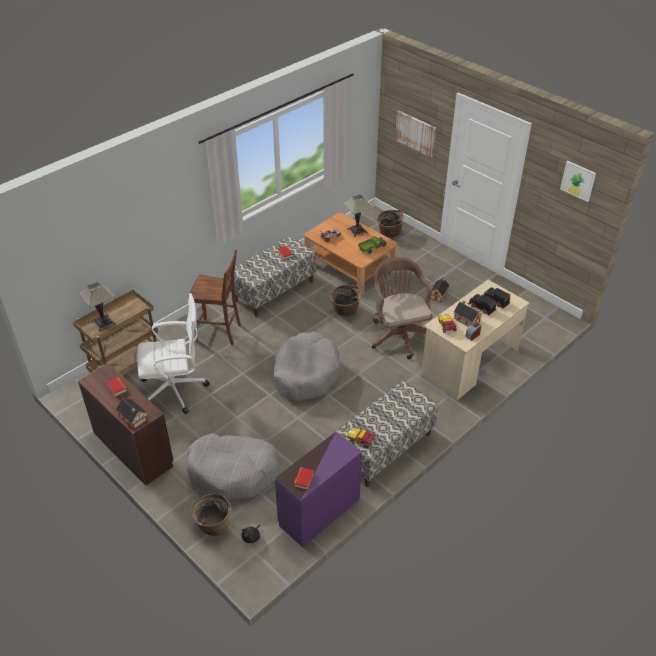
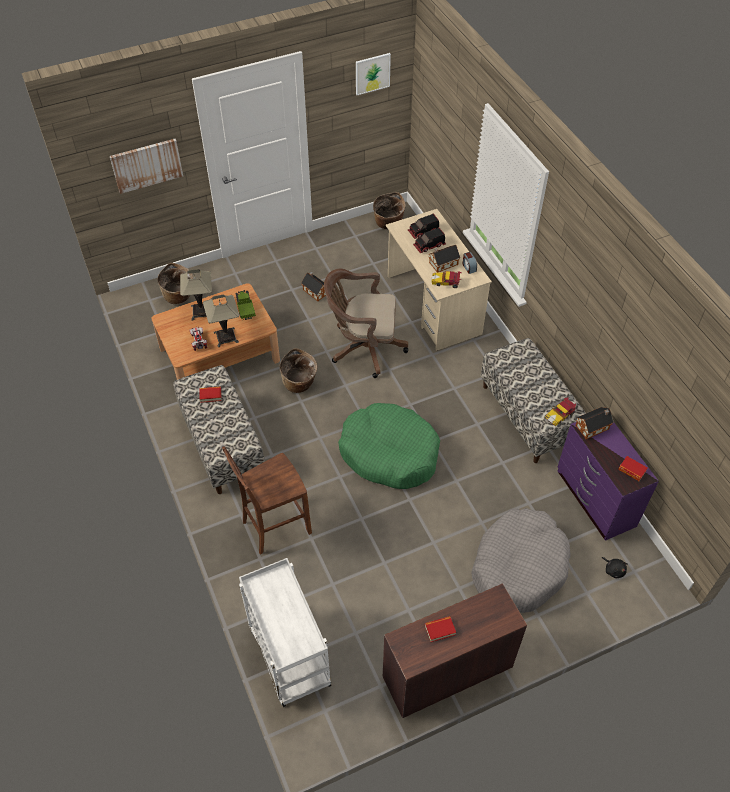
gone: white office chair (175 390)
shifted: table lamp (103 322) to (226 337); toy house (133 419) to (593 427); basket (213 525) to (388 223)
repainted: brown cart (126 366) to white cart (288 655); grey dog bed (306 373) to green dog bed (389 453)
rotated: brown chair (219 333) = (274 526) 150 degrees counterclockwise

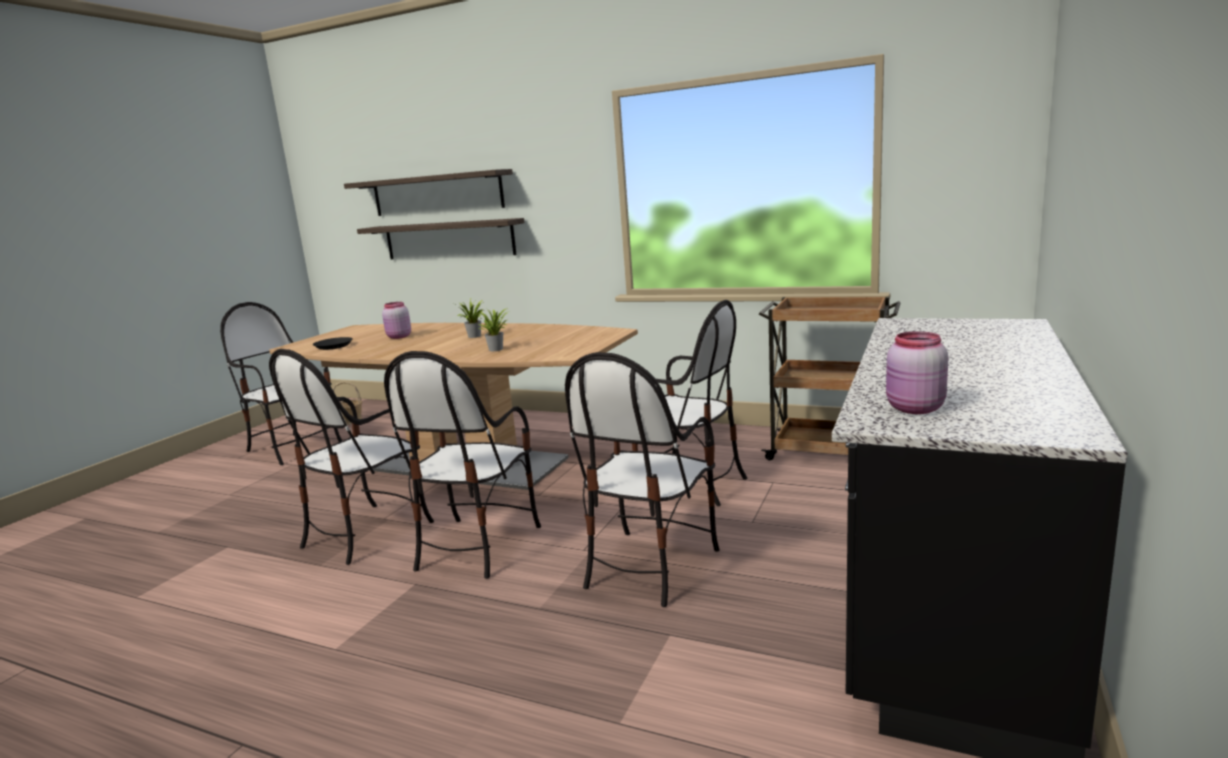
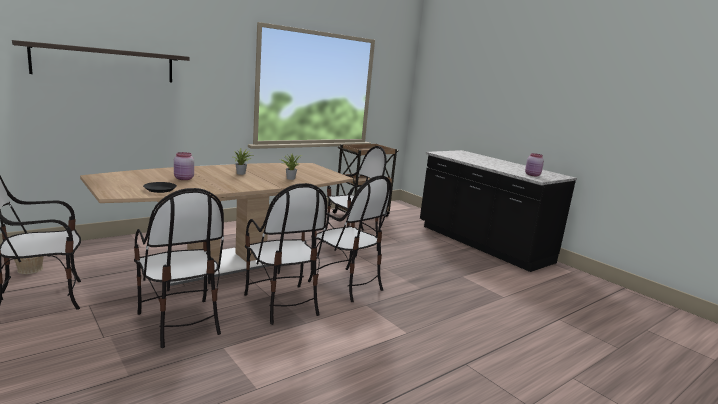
gone: shelf (448 239)
shifted: chair (649 566) to (180 322)

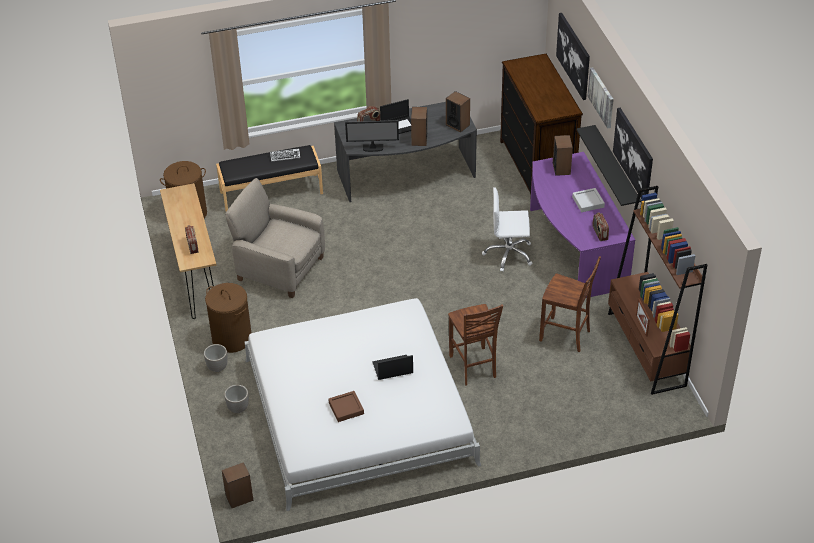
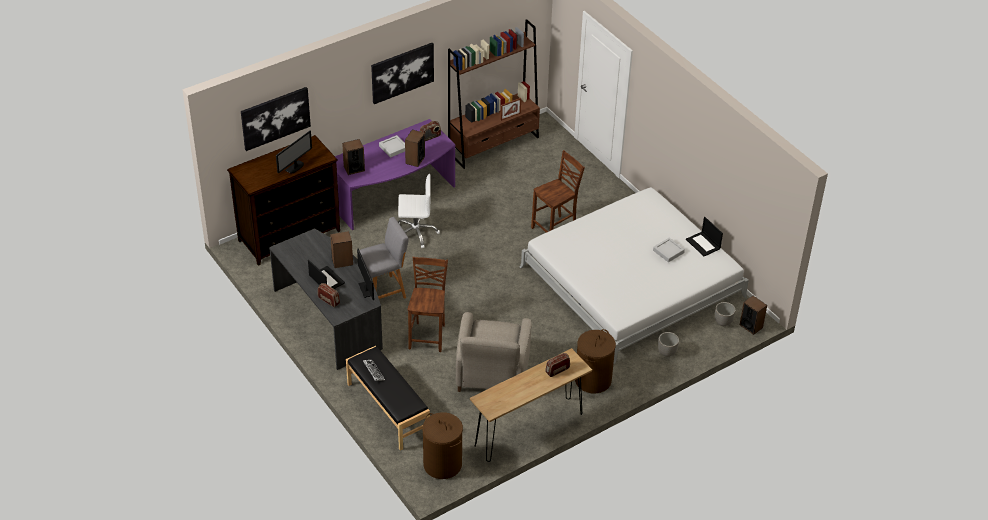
gone: black shelf (616 169); picture (601 97)
new: monitor (295 167); grey stool (384 291)
shifted: planter (217 367) to (723 322); laptop (392 368) to (703 244); speaker (457 125) to (415 160); brown chair (566 336) to (428 336)
repainted: brown tray (346 408) to grey tray (668 251)
rotated: white office chair (508 254) = (416 233) 75 degrees counterclockwise

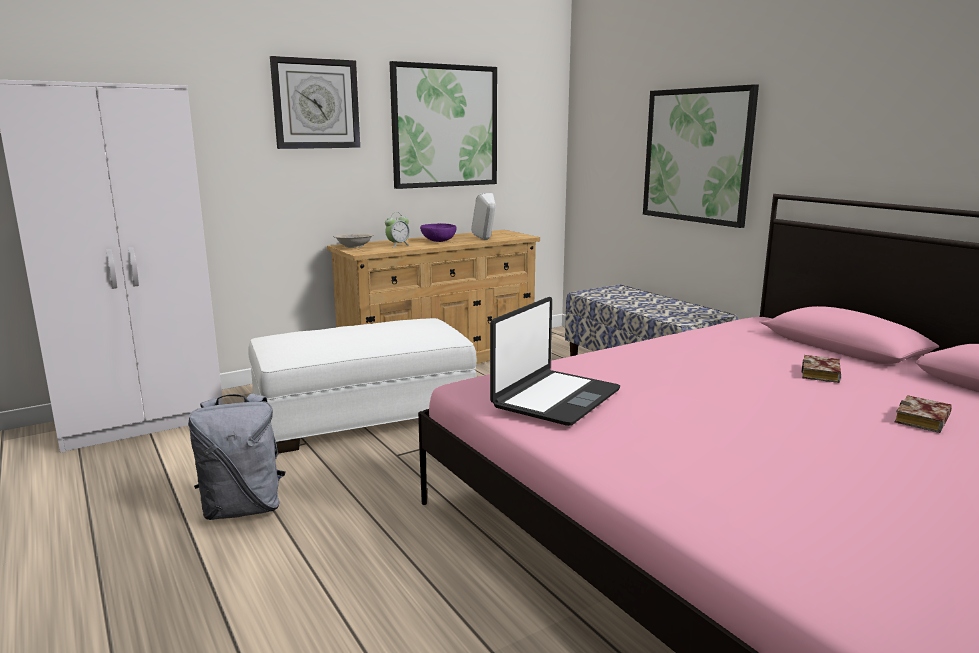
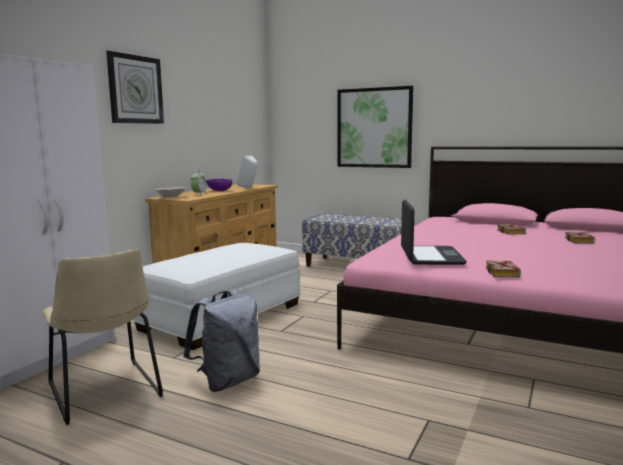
gone: picture (445 126)
new: beige chair (105 392); book (504 273)

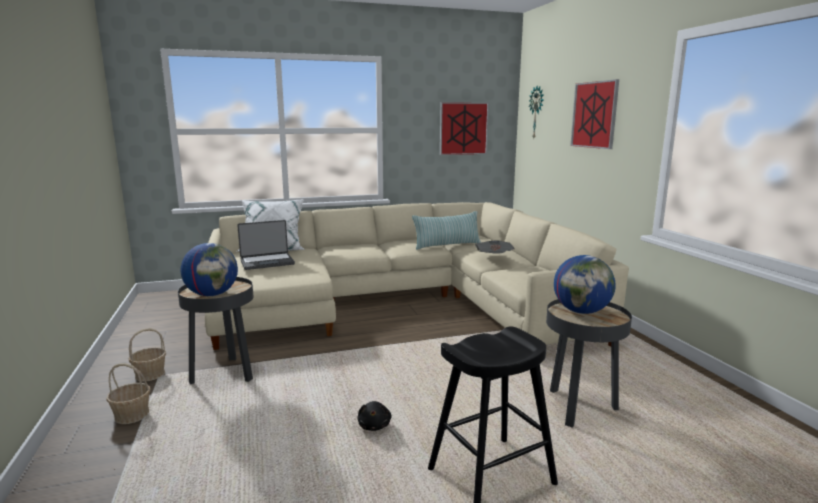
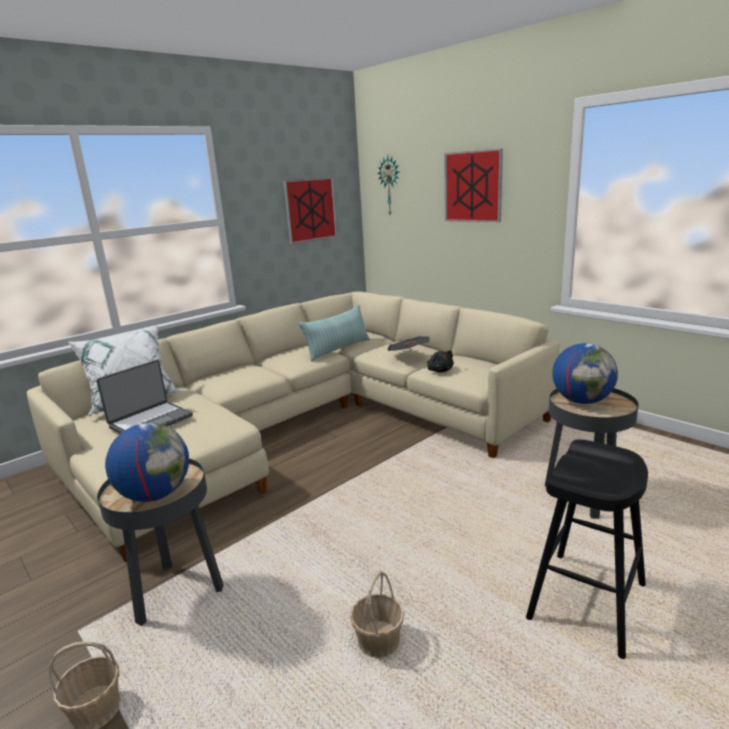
shifted: basket (150 374) to (378 640); black plush toy (374 425) to (439 370)

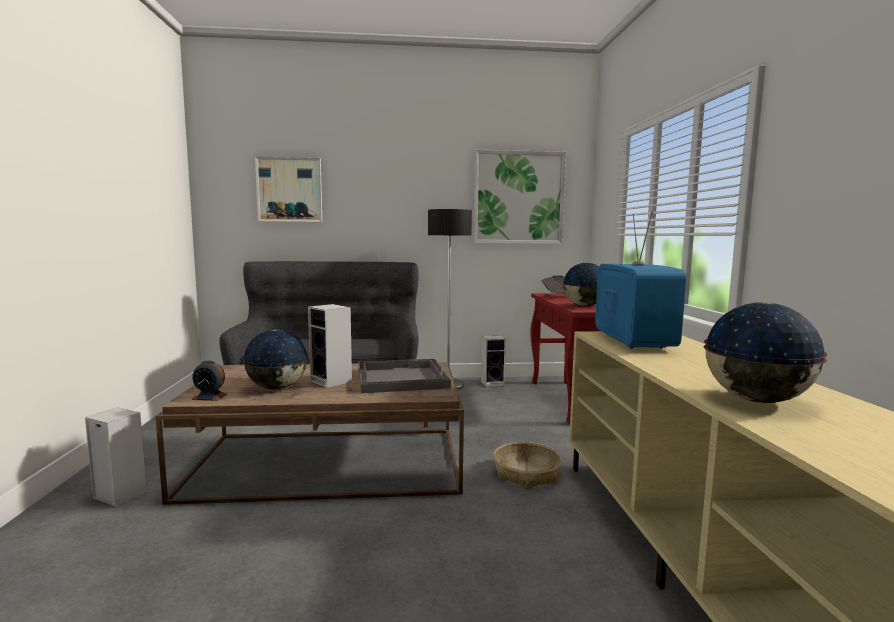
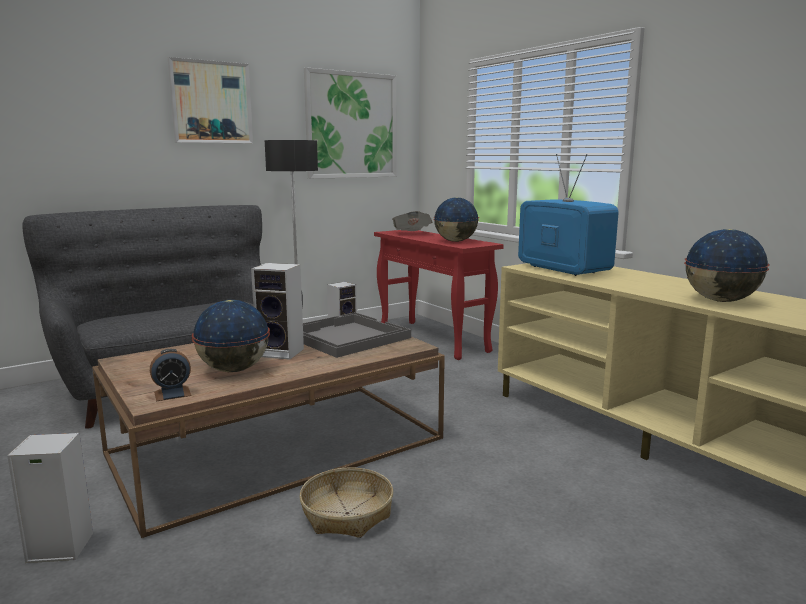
shifted: picture (289 190) to (211 102); basket (526 473) to (346 513)

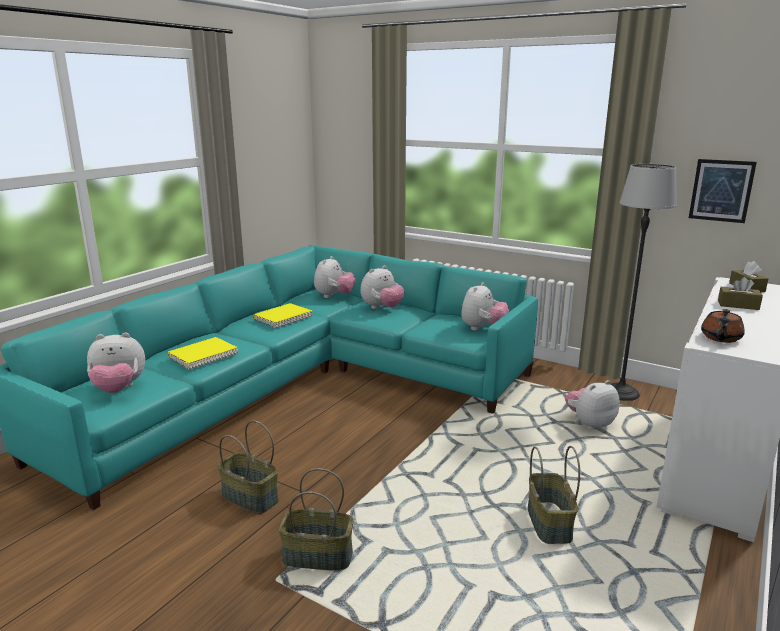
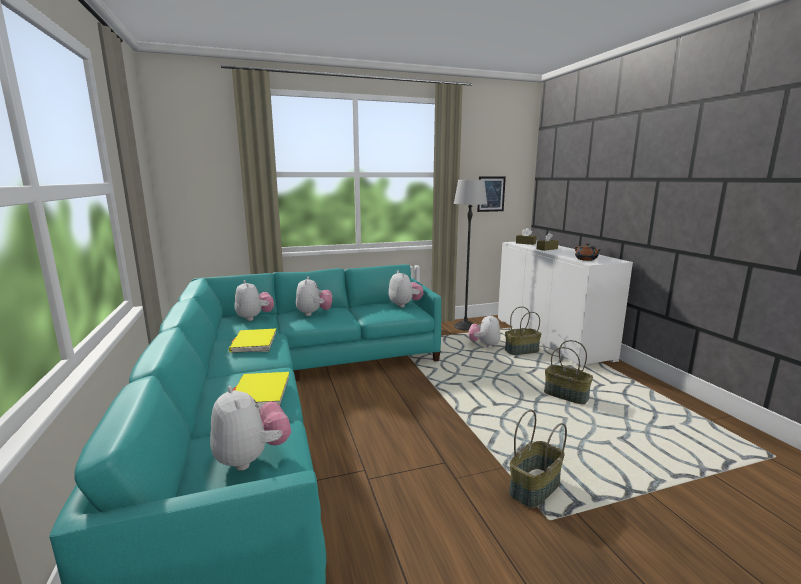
shifted: basket (249 498) to (521 351)
rotated: plush toy (119 389) = (252 458) 60 degrees counterclockwise

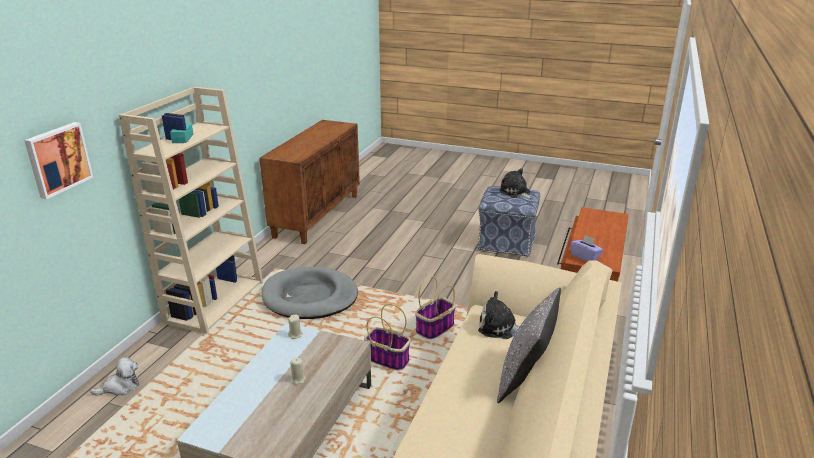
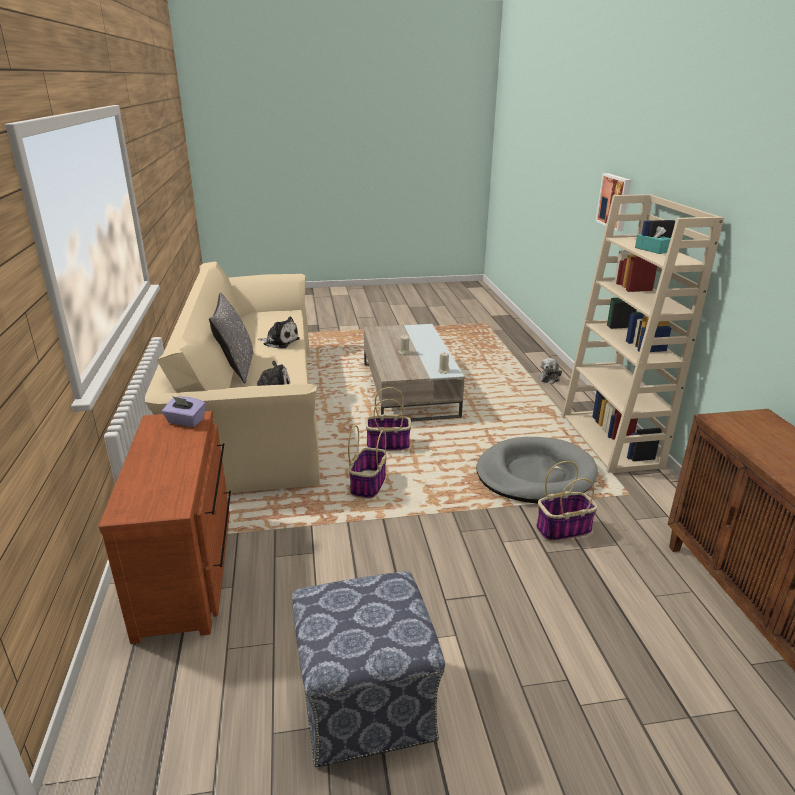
new: basket (564 529)
shifted: plush toy (515 193) to (280 342)

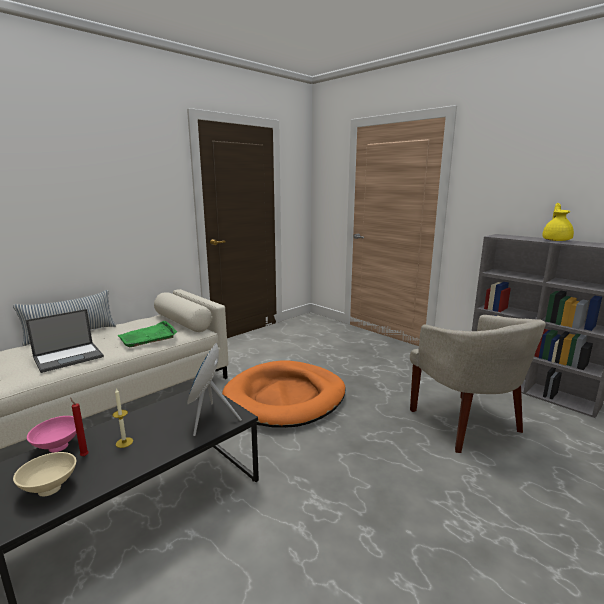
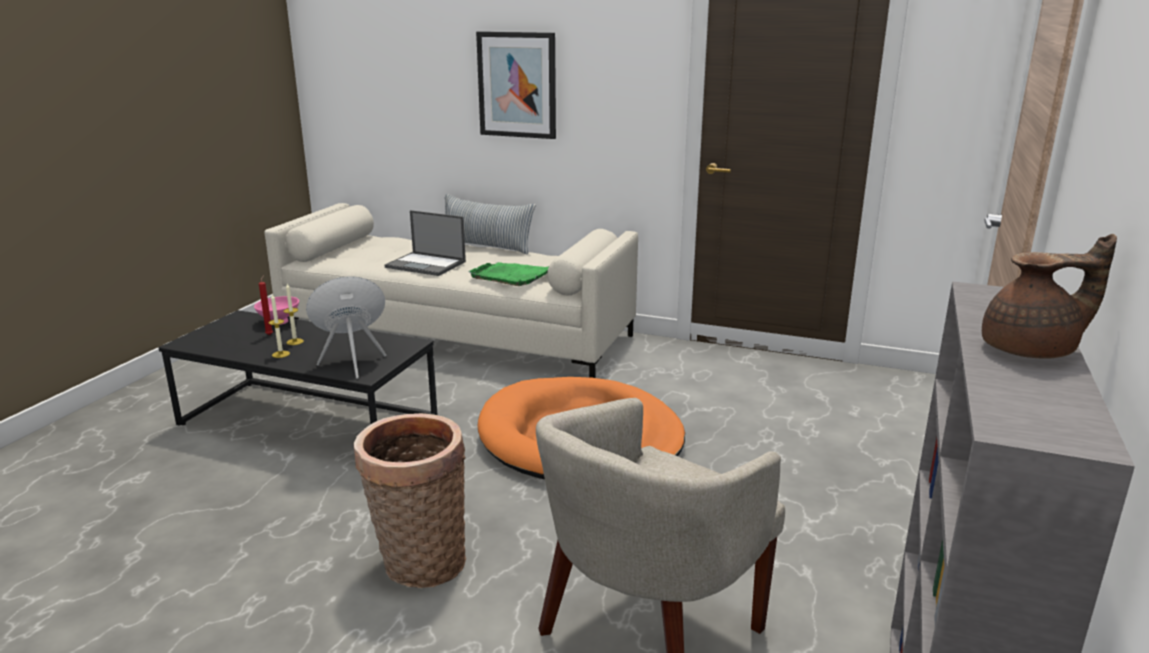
gone: beige bowl (49 488)
new: candle (281 354); basket (419 563); picture (517 85)
repainted: yellow teapot (556 240) to brown teapot (1032 351)

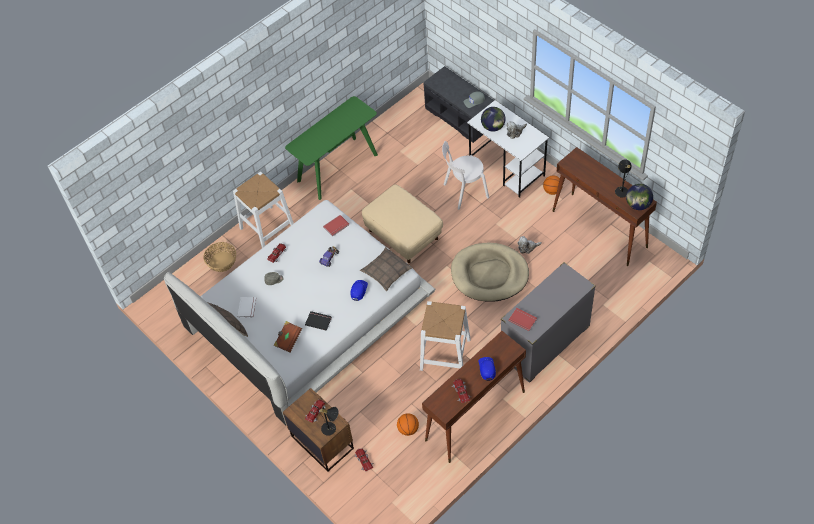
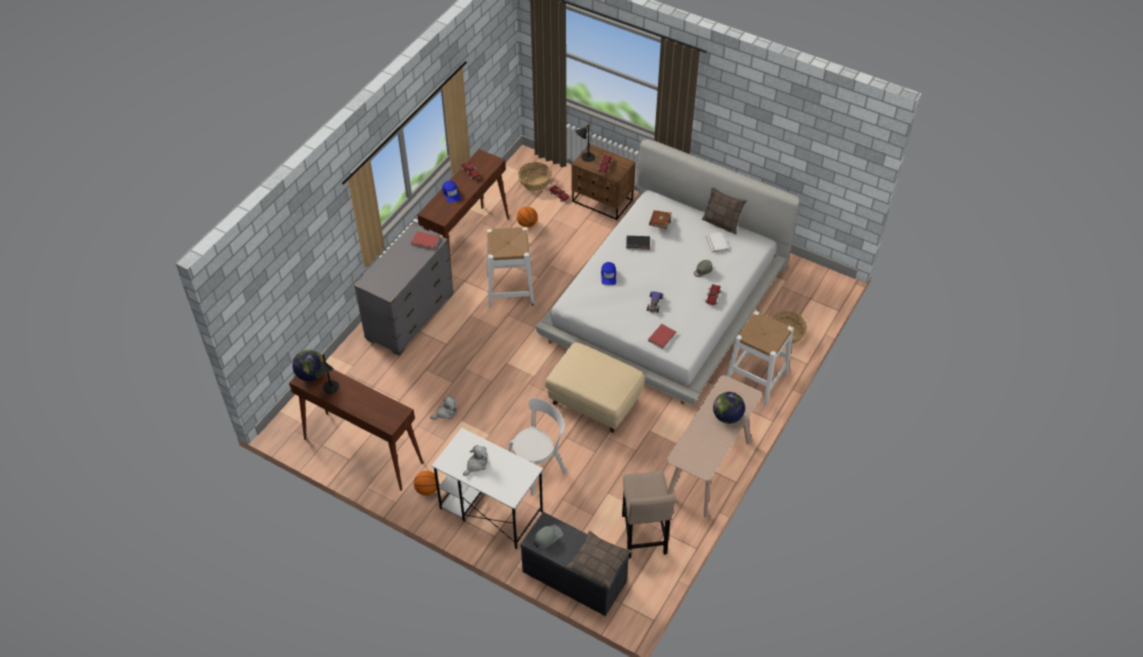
gone: beige dog bed (489 274)
new: basket (535 182); beige stool (643 537)
shifted: pillow (386 272) to (598 562); globe (493 127) to (727 417)
repainted: green console table (337 167) to beige console table (709 469)

